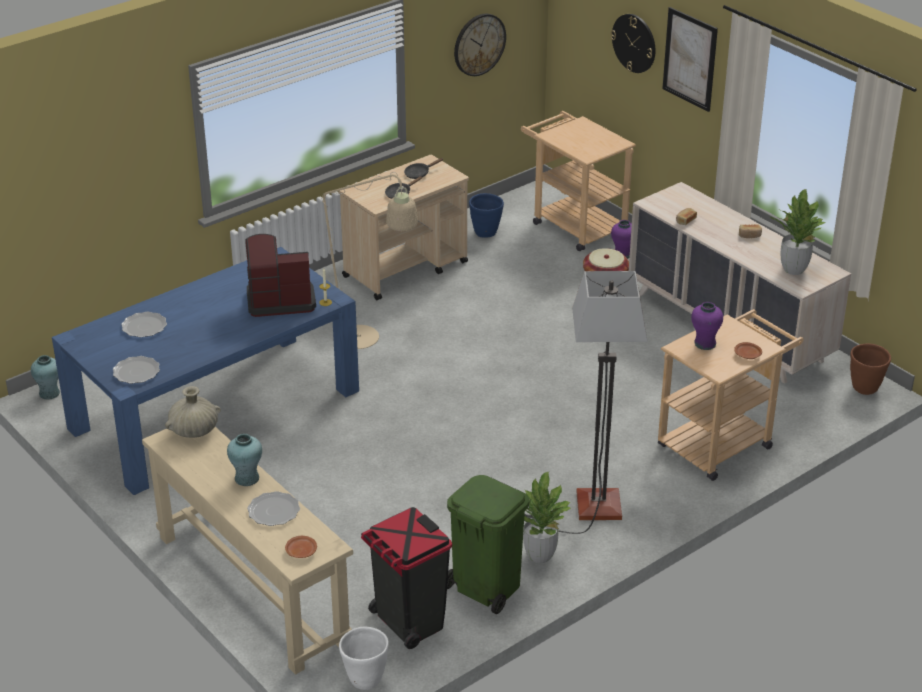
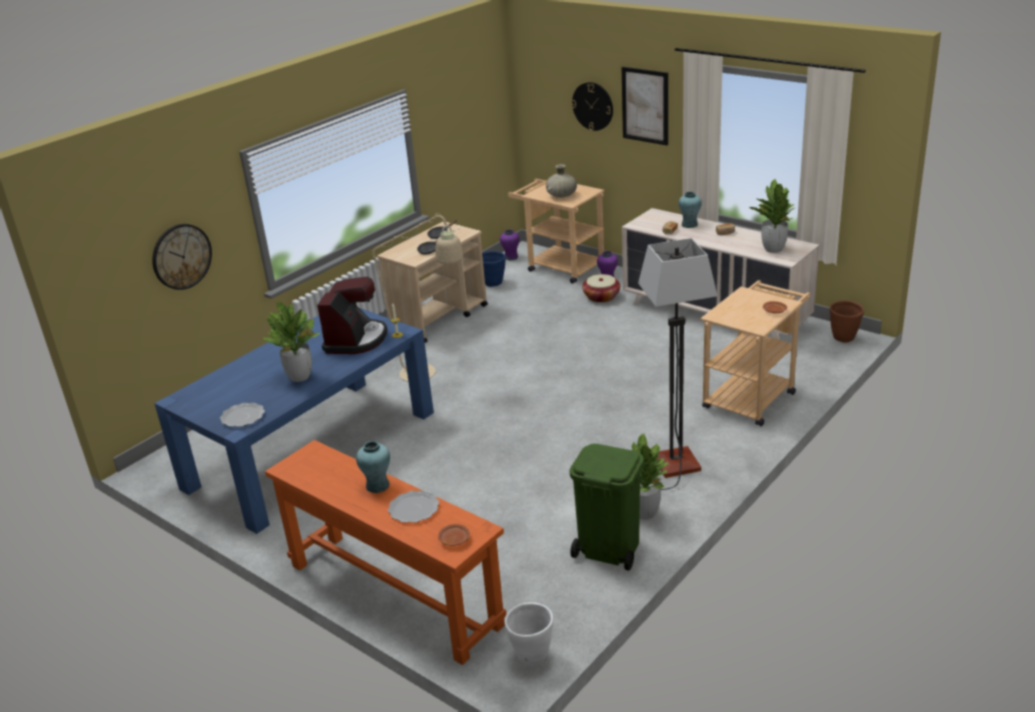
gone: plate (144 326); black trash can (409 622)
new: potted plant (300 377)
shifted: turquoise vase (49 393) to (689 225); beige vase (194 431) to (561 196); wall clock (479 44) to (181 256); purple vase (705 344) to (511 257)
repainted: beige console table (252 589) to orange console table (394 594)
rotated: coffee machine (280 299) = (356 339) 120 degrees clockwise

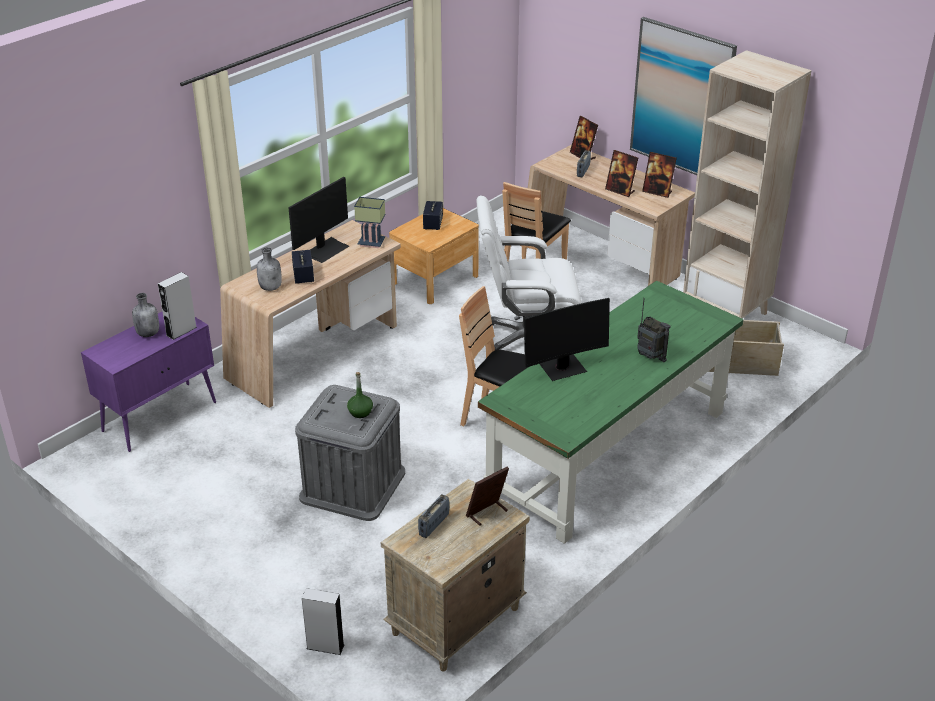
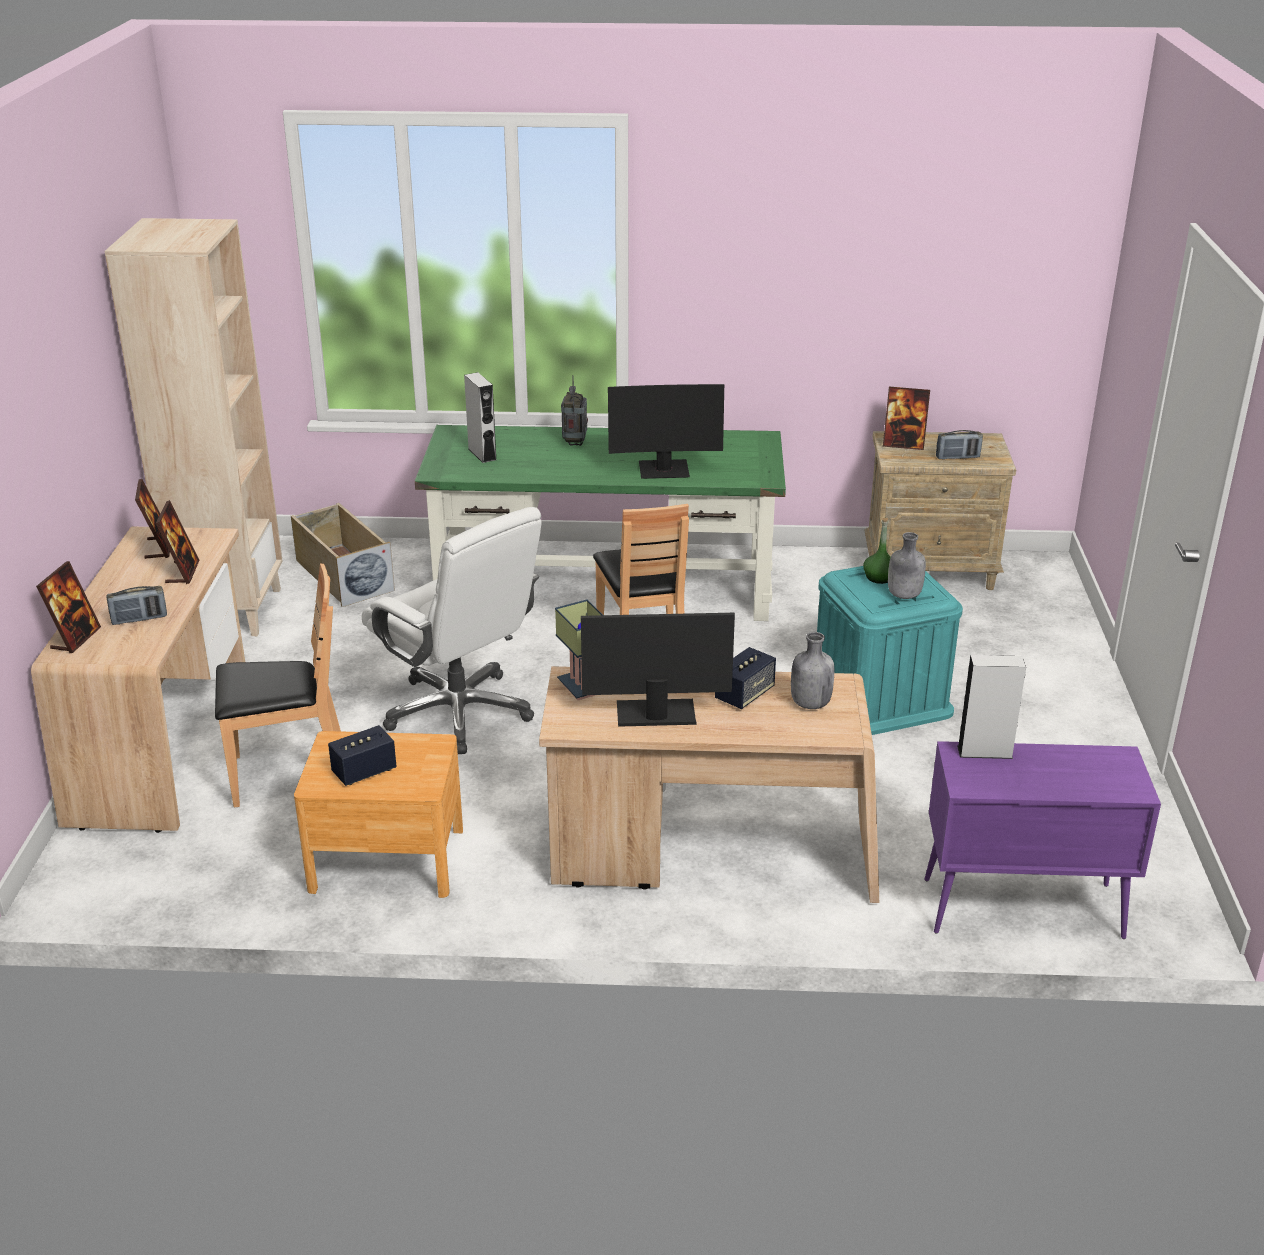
gone: picture (681 99)
shifted: grey bottle (148 333) to (903 595); grey speaker (325 646) to (482 454)
repainted: grey storage box (353 485) to turquoise storage box (879 697)
rotated: monitor (562 368) = (664 470) 150 degrees clockwise

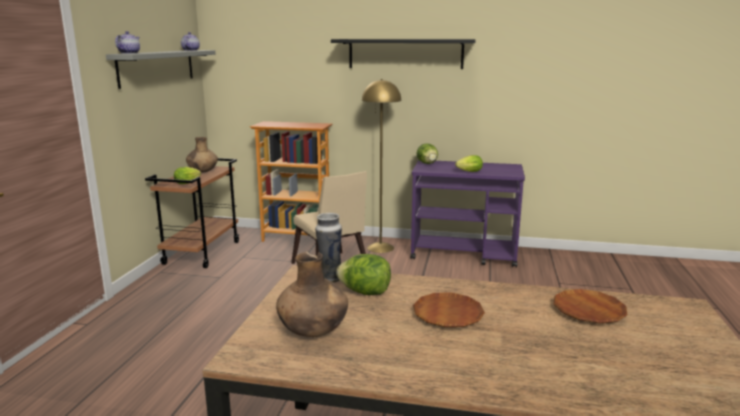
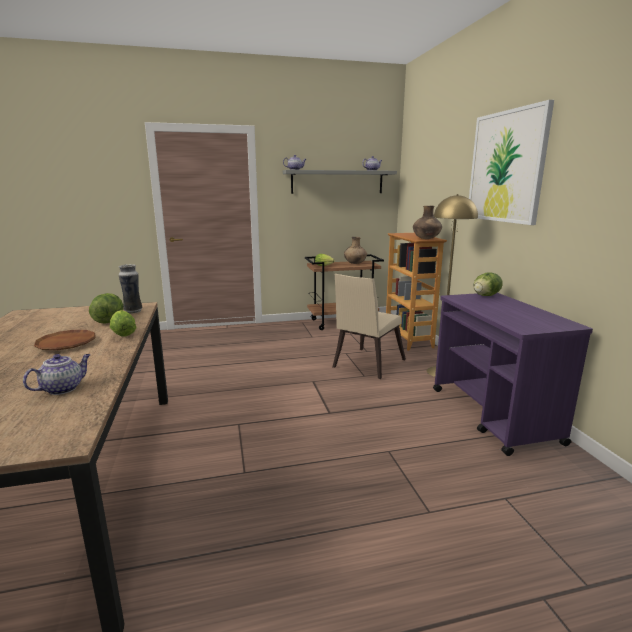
shifted: brown vase (313 332) to (426 239); lettuce (468 172) to (123 333)
swapped: black shelf (405 53) to picture (506 167); brown plate (588 311) to teapot (63 388)

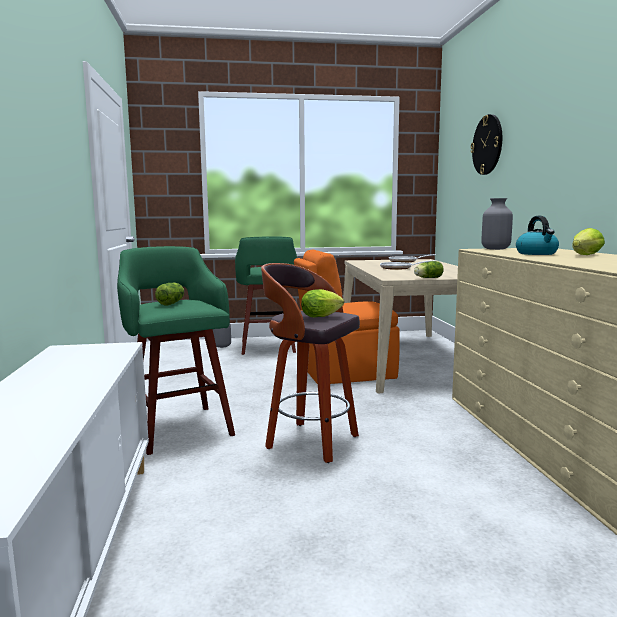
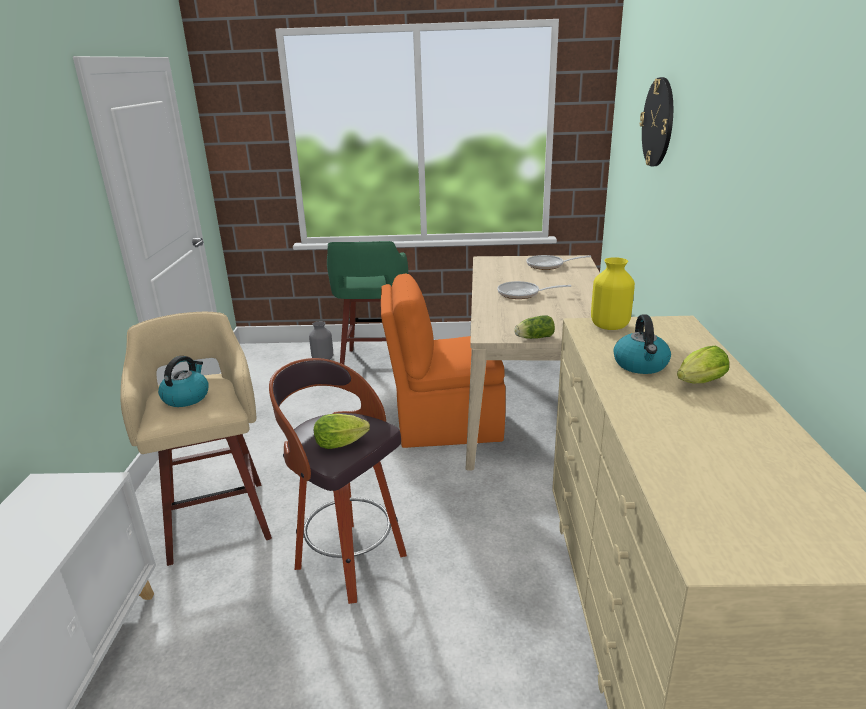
swapped: lettuce (172 303) to kettle (186 397)
repainted: green stool (179 427) to beige stool (218 517); grey vase (495 249) to yellow vase (609 326)

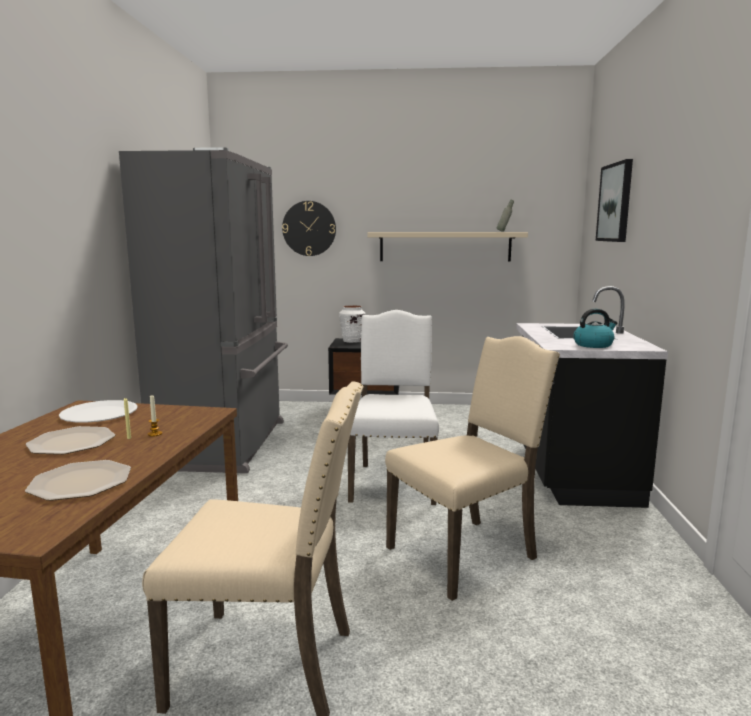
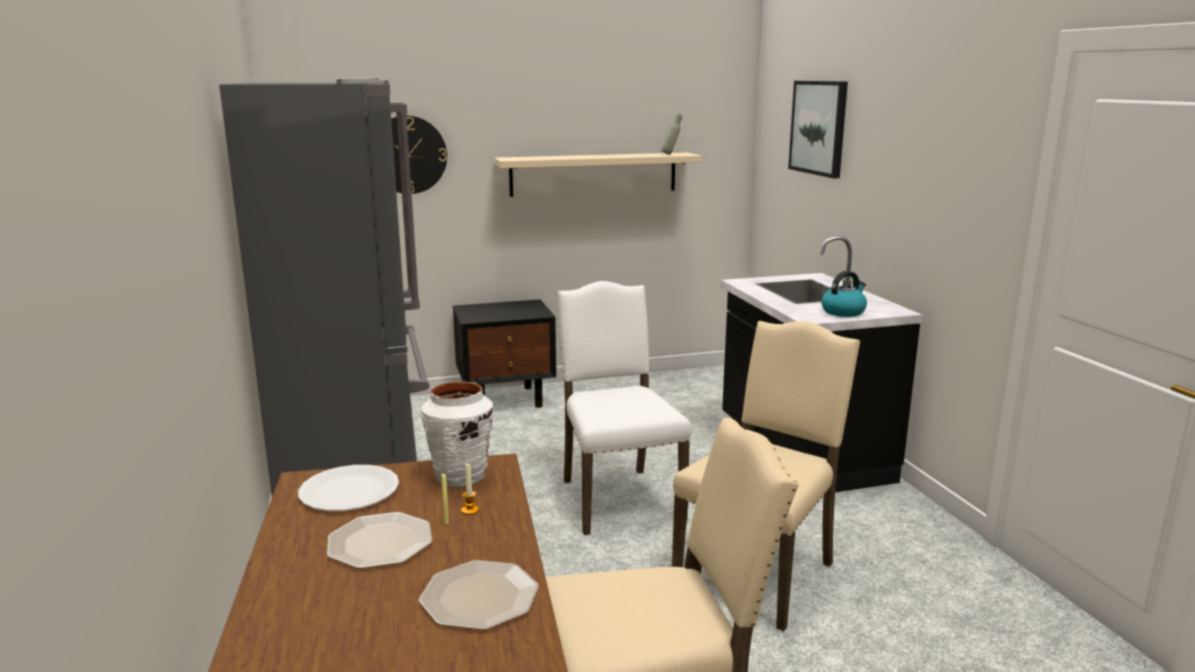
shifted: white vase (352 341) to (460 477)

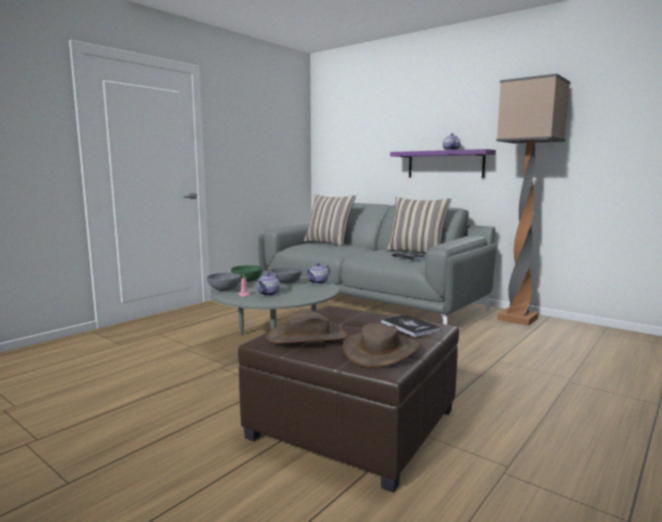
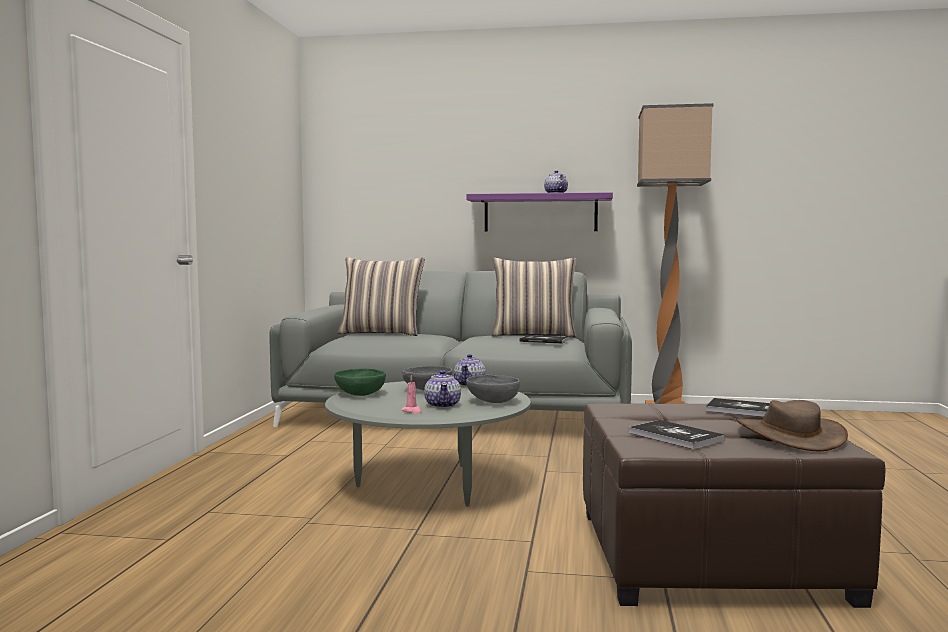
shifted: grey bowl (224 289) to (492 401)
swapped: brown hat (307 337) to book (675 436)

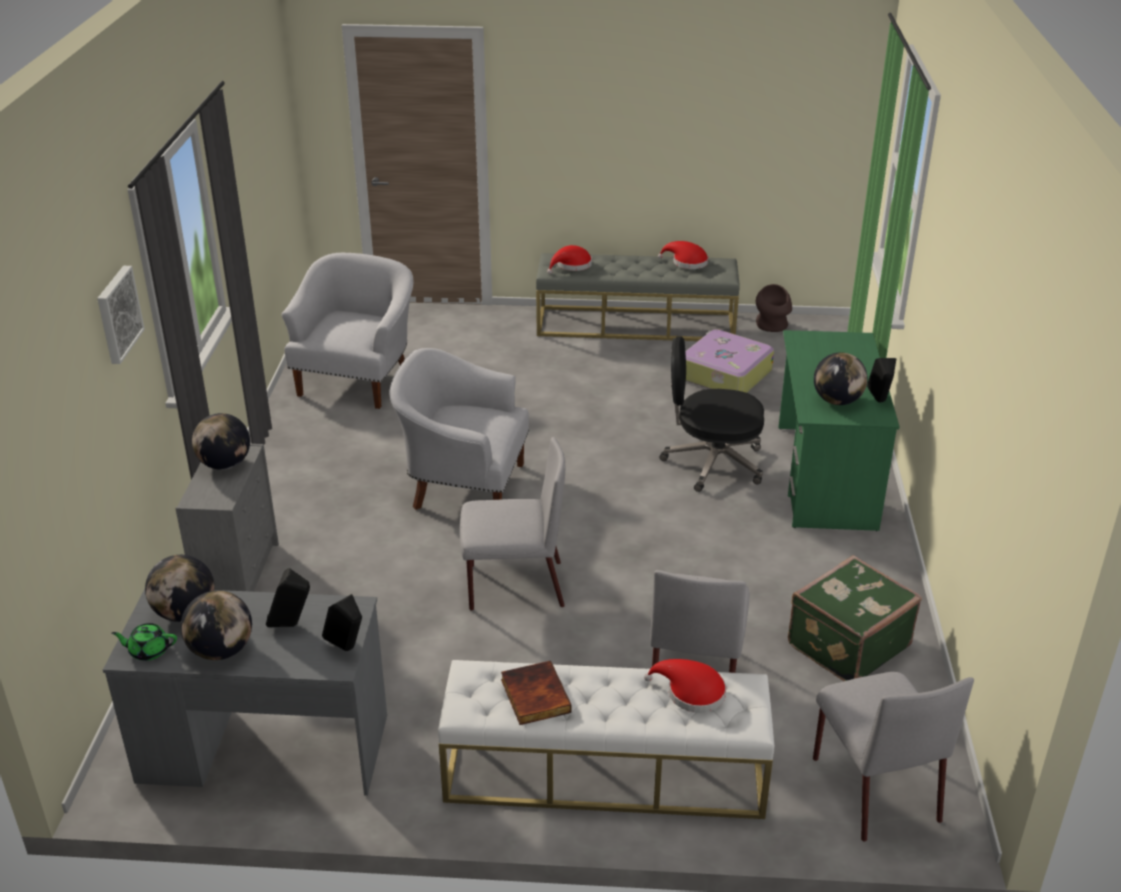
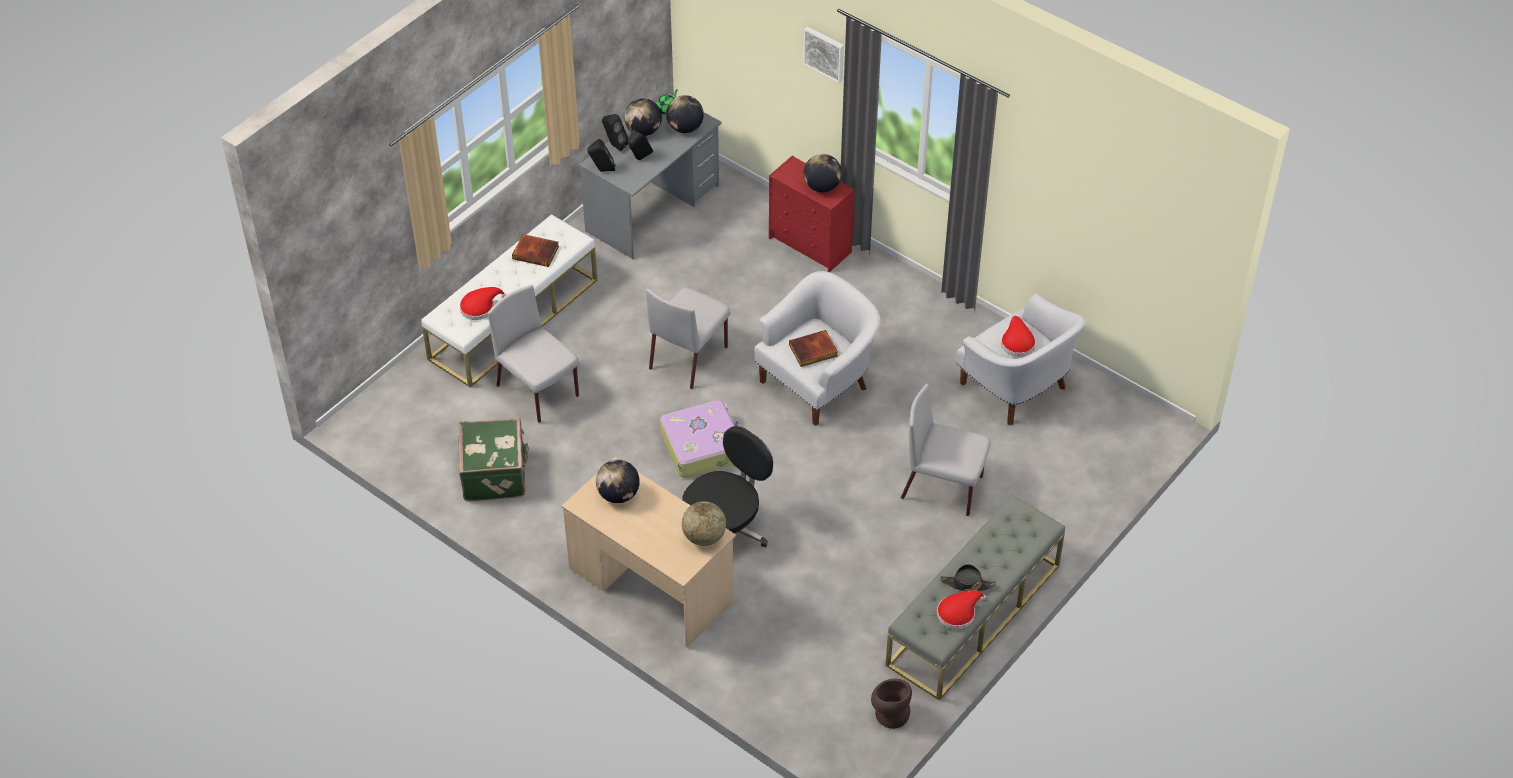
new: globe (704 537); book (813 351); black hat (967 584)
shifted: red hat (571 265) to (1017 342); suitcase (724 374) to (703 446); grey chair (874 787) to (943 487); black speaker (879 401) to (615 145)
repainted: grey dresser (239 576) to red dresser (811 245); green desk (825 477) to beige desk (651 584)

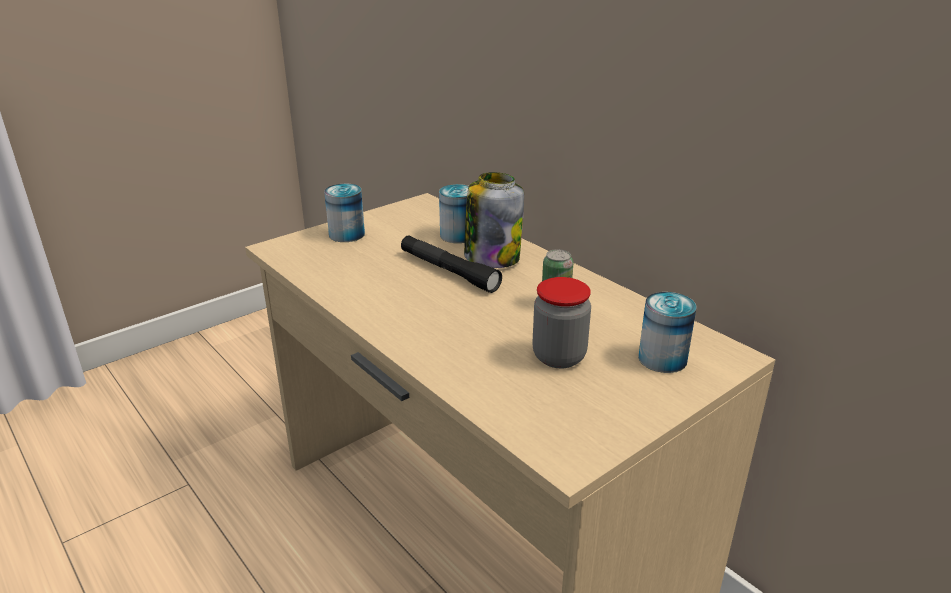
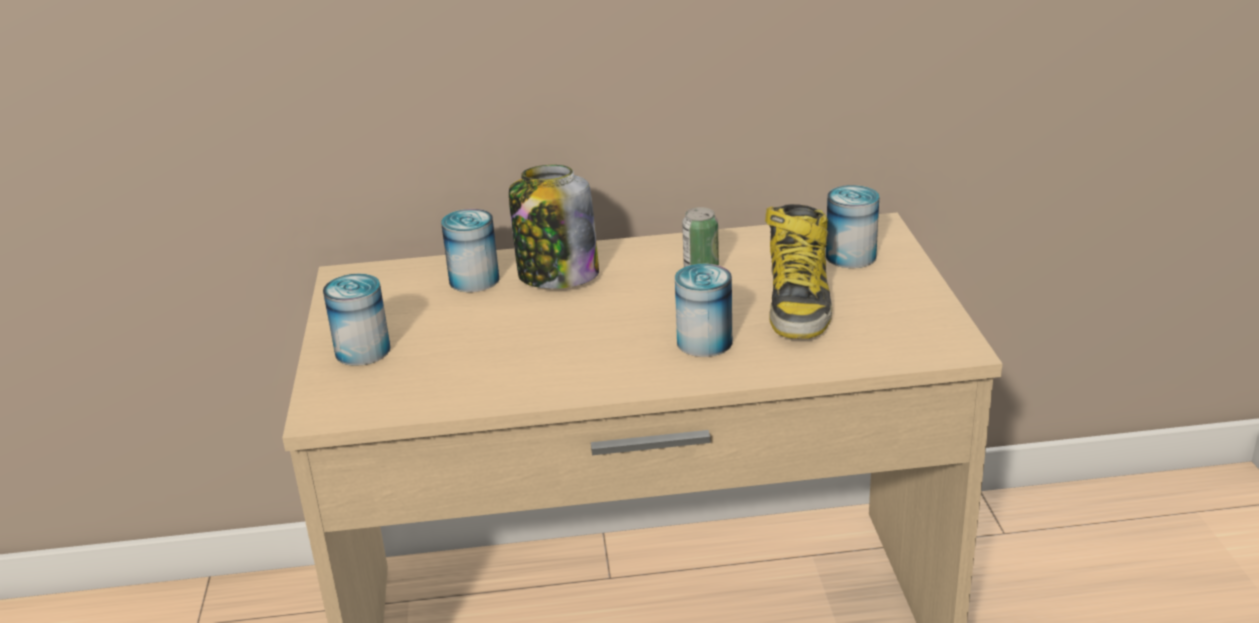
gone: black flashlight (448 271)
new: can (704 342)
swapped: jar (559 357) to boot (798 302)

